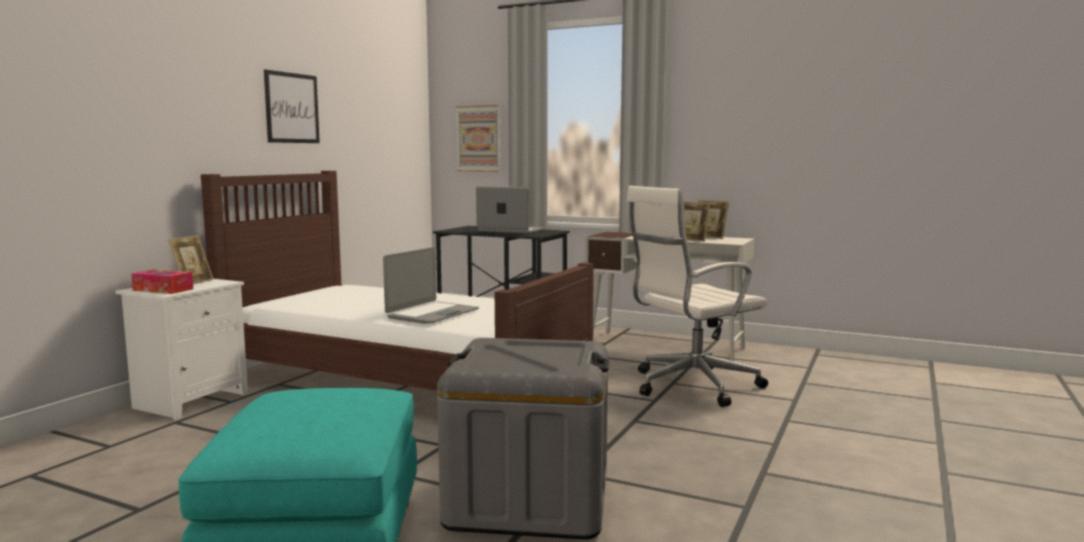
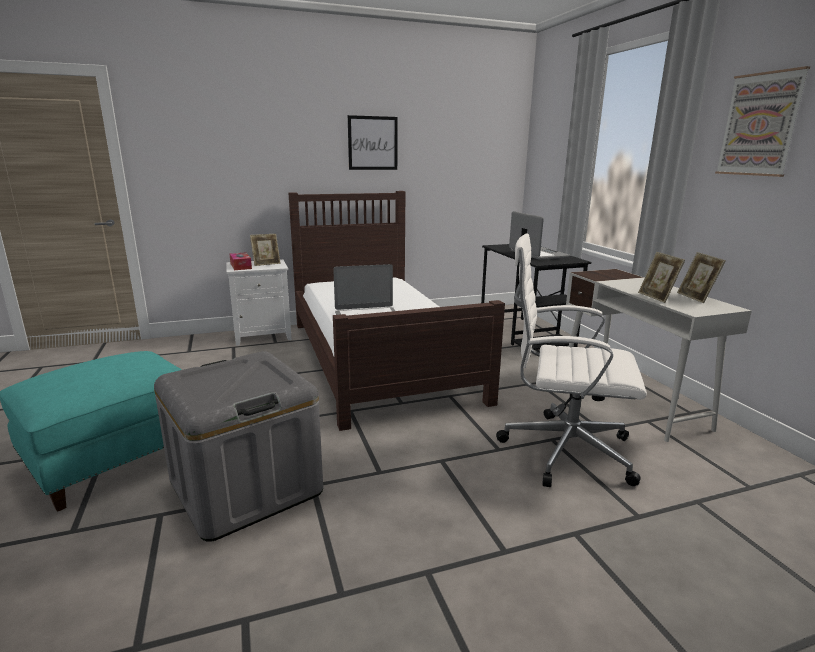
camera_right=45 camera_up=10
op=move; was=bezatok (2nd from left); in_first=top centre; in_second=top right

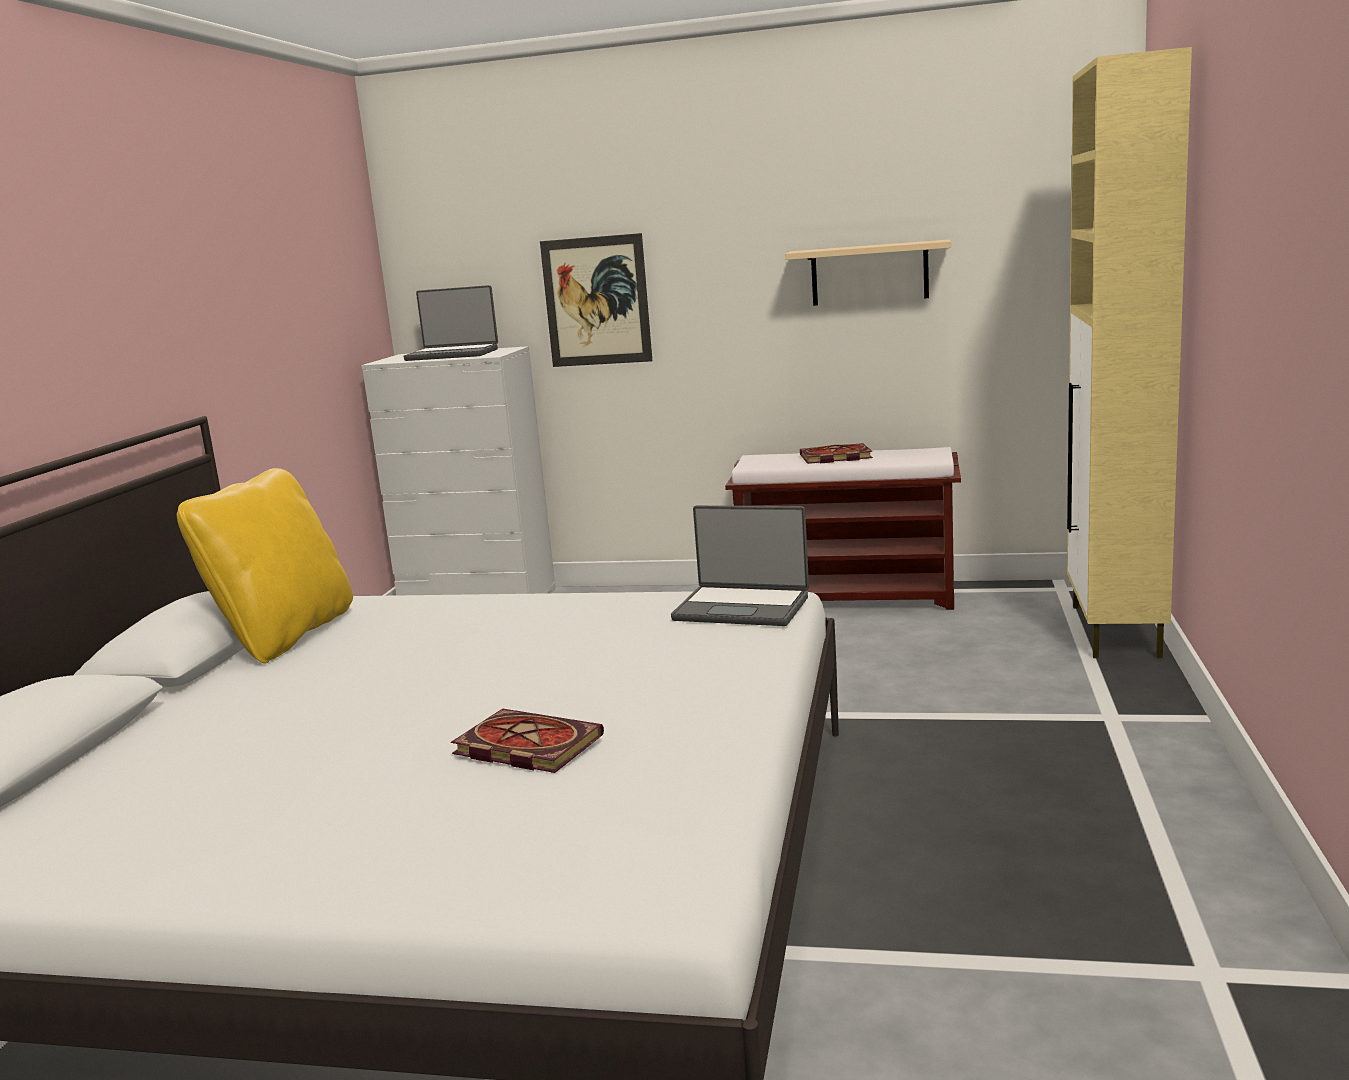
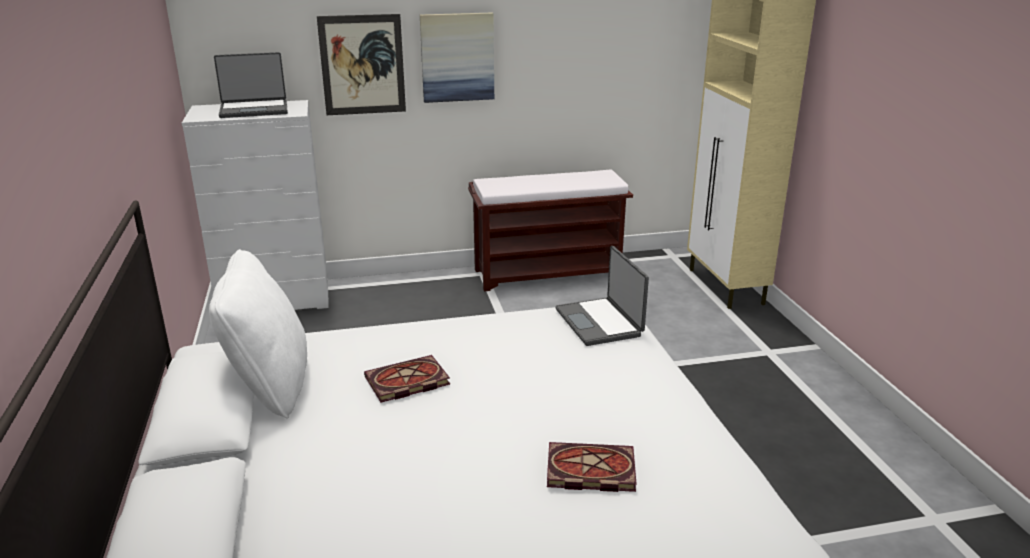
camera_right=-25 camera_up=10
op=recolor; was=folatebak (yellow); now=folatebak (white); in_first=middle left; in_second=middle left
op=rotate; was=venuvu (2nd from left); in_first=centre; in_second=centre; clockwise=75
op=delete; was=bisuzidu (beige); in_first=top centre
op=move; was=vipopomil (2nd from left in the first image); now=vipopomil (1st from left); in_first=centre; in_second=bottom centre
op=insert; now=bezatok (2nd from left); in_second=top centre

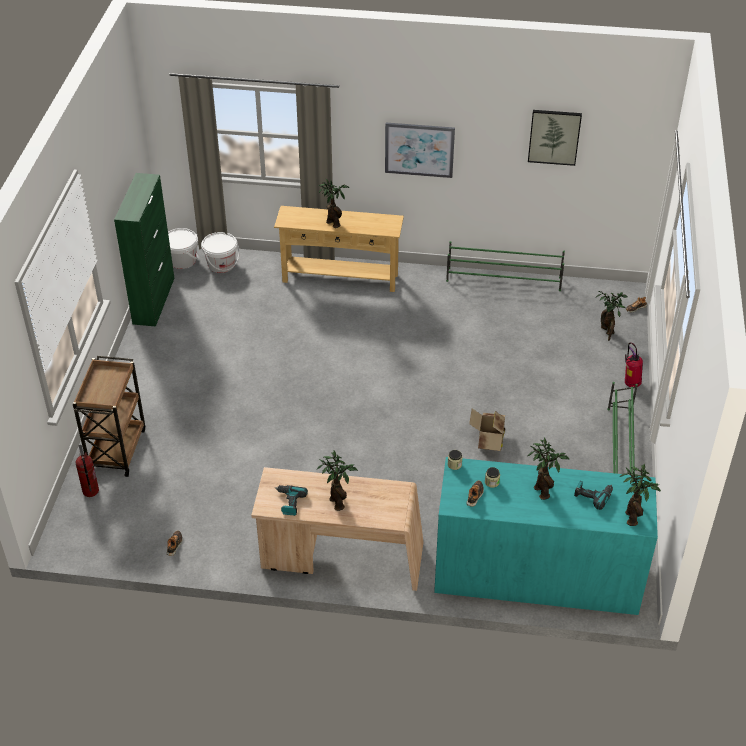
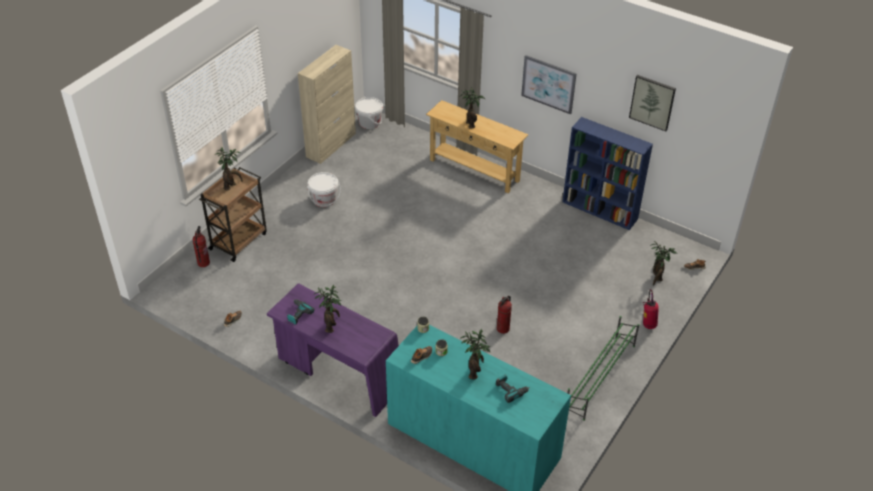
camera_right=25 camera_up=0
op=recolor; was=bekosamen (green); now=bekosamen (beige); in_first=middle left; in_second=top centre
op=move; was=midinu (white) (2nd from left in the first image); now=midinu (white) (1st from left); in_first=middle left; in_second=centre
op=recolor; was=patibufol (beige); now=patibufol (purple); in_first=bottom centre; in_second=bottom centre
op=replace; was=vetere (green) (1st from left); now=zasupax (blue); in_first=middle right; in_second=middle right
op=replace; was=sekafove; now=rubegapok (2nd from left); in_first=centre; in_second=centre
op=move; was=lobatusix (5th from left in the first image); now=lobatusix (1st from left); in_first=middle right; in_second=middle left

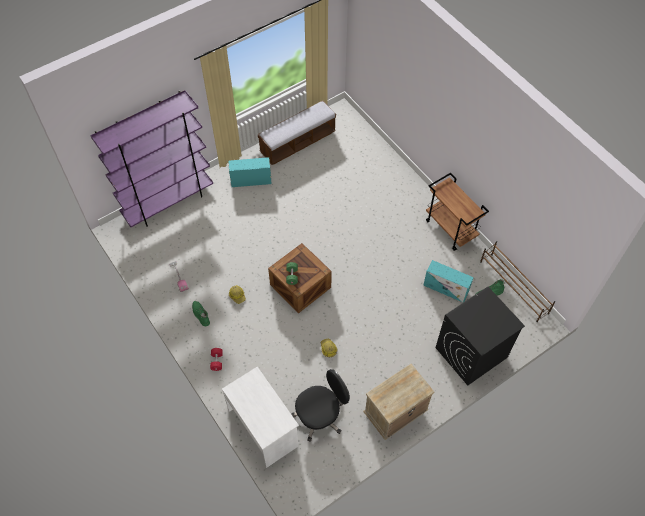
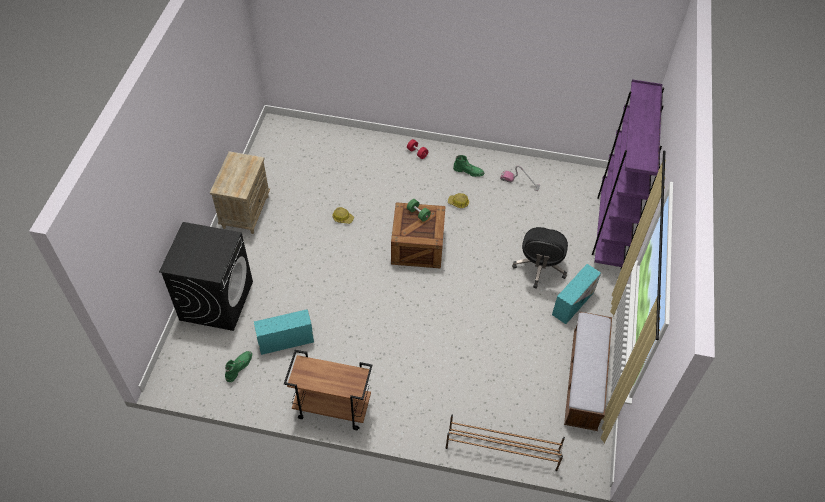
camera_right=135 camera_up=-5
op=delete; was=patibufol (white); in_first=bottom centre
op=move; was=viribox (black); in_first=bottom centre; in_second=centre
op=move; was=vetere (brown); in_first=middle right; in_second=bottom centre

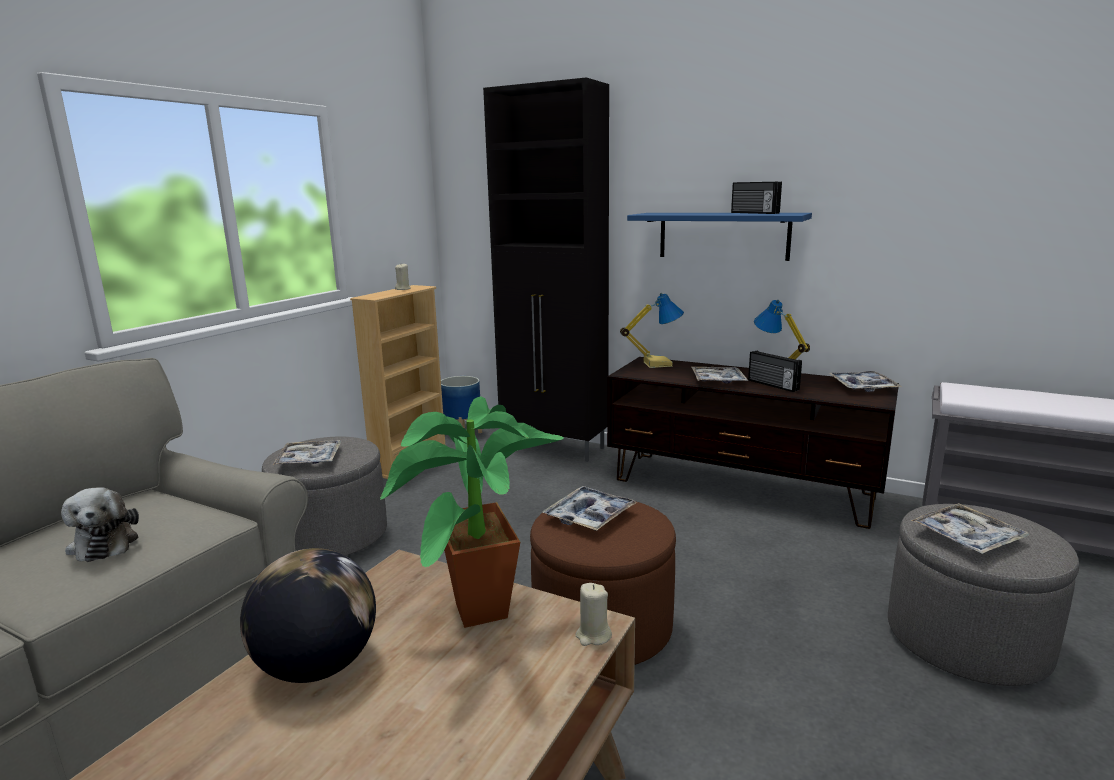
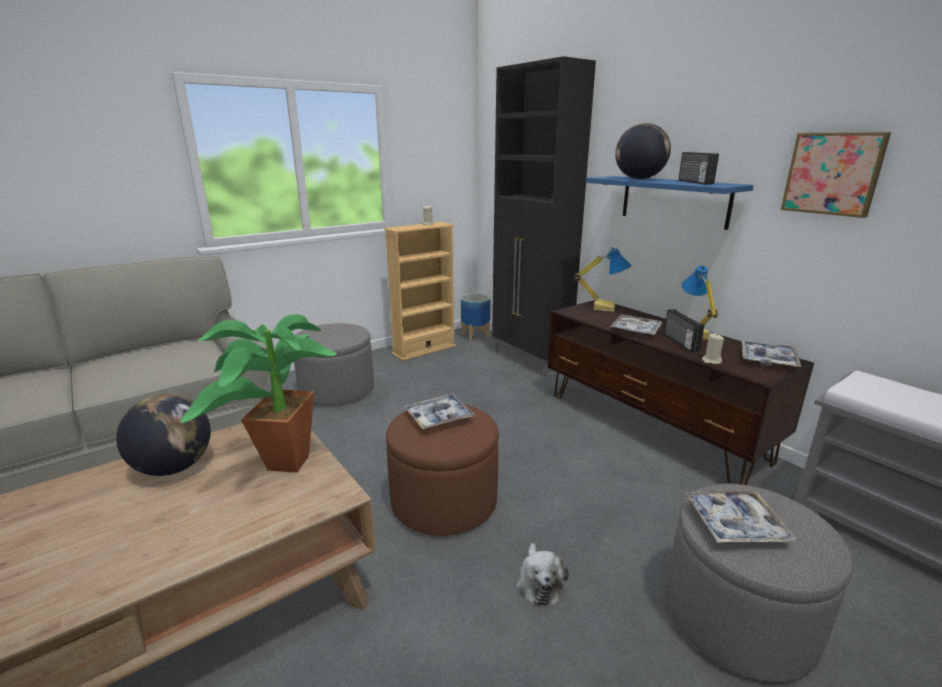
camera_right=25 camera_up=5
op=move; was=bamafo; in_first=bottom left; in_second=bottom centre
op=delete; was=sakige (1st from left); in_first=middle left
op=move; was=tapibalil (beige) (2nd from left); in_first=bottom centre; in_second=middle right
op=insert; now=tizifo (2nd from left); in_second=top right
op=insert; now=bezatok; in_second=top right

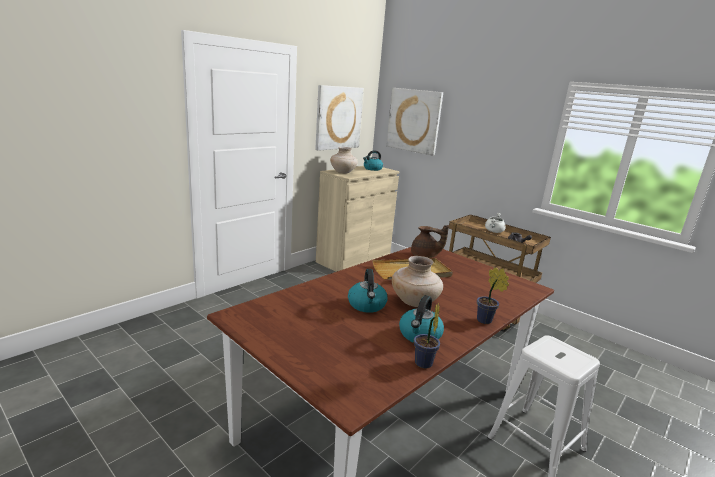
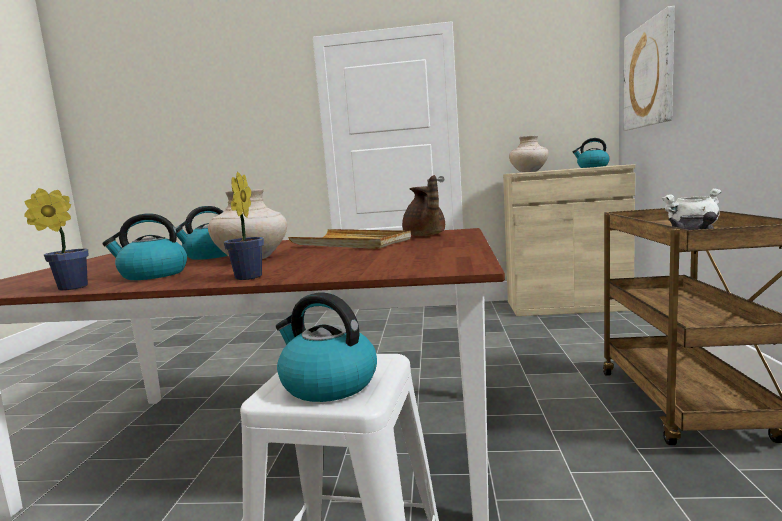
camera_right=55 camera_up=-10
op=delete; was=bezatok (1st from left); in_first=top centre
op=insert; now=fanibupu (3rd from left); in_second=centre

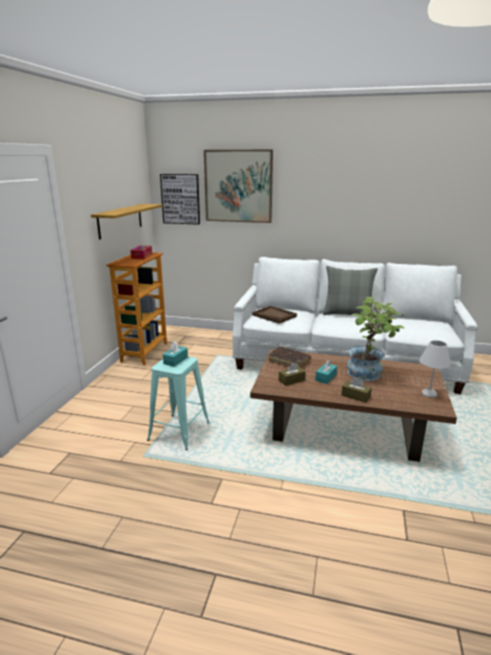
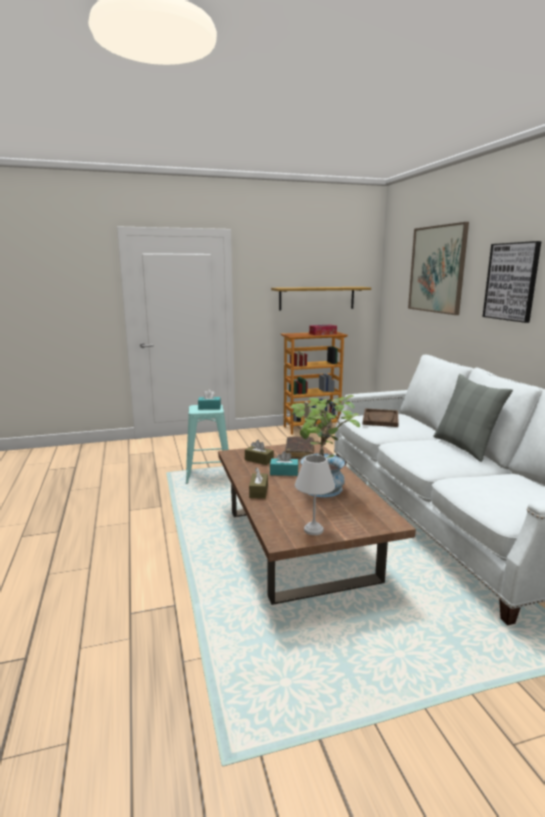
camera_right=60 camera_up=-5
op=move; was=bezatok (1st from left in the first image); now=bezatok (2nd from left); in_first=top centre; in_second=middle right

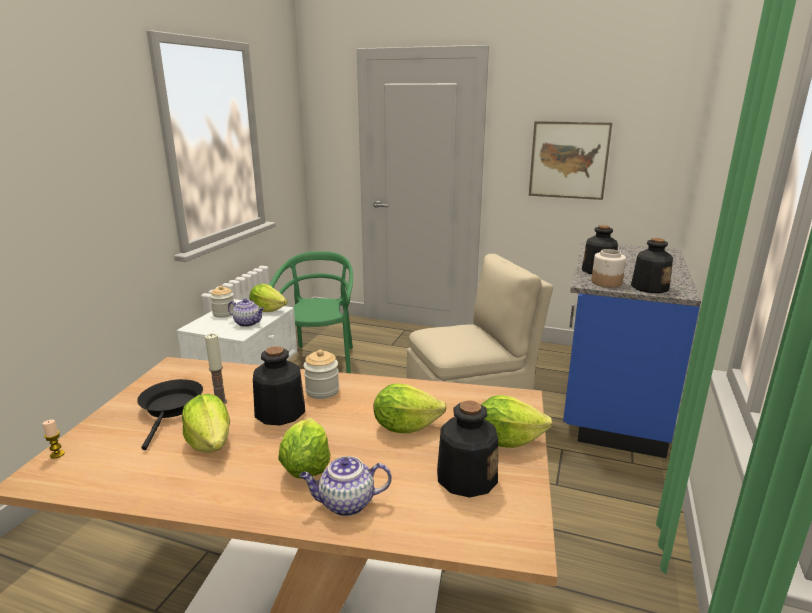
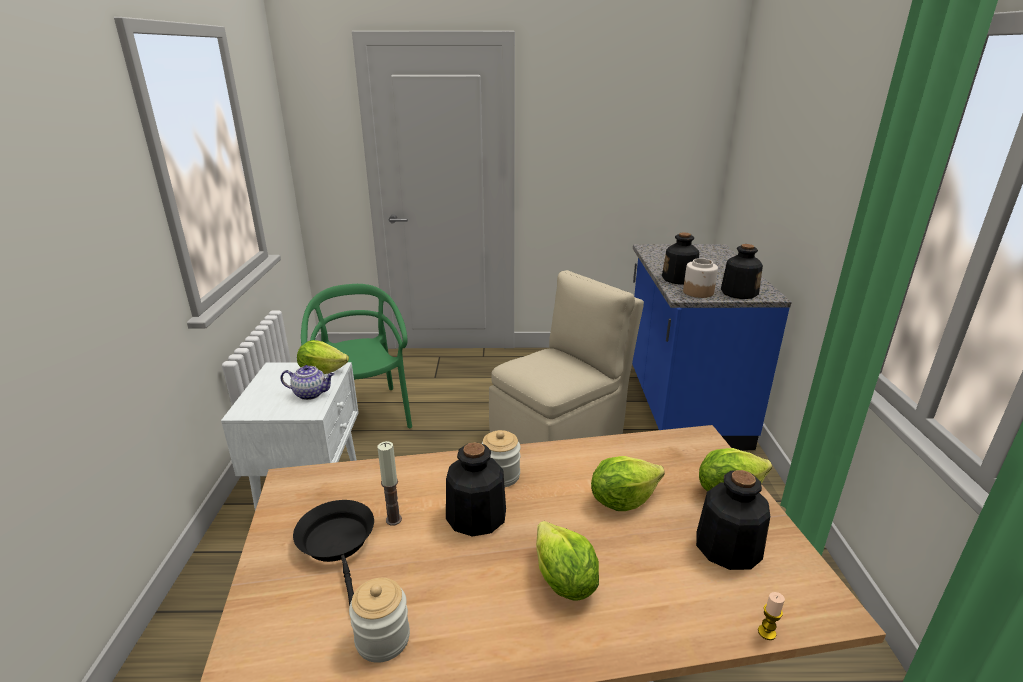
camera_right=-20 camera_up=5
op=move; was=tapibalil (1st from left in the first image); now=tapibalil (2nd from left); in_first=bottom left; in_second=bottom right
op=delete; was=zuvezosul (1st from left); in_first=bottom left
op=move; was=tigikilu (1st from left); in_first=middle left; in_second=bottom centre
op=delete; was=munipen (2nd from left); in_first=bottom centre
op=delete; was=bezatok; in_first=top right

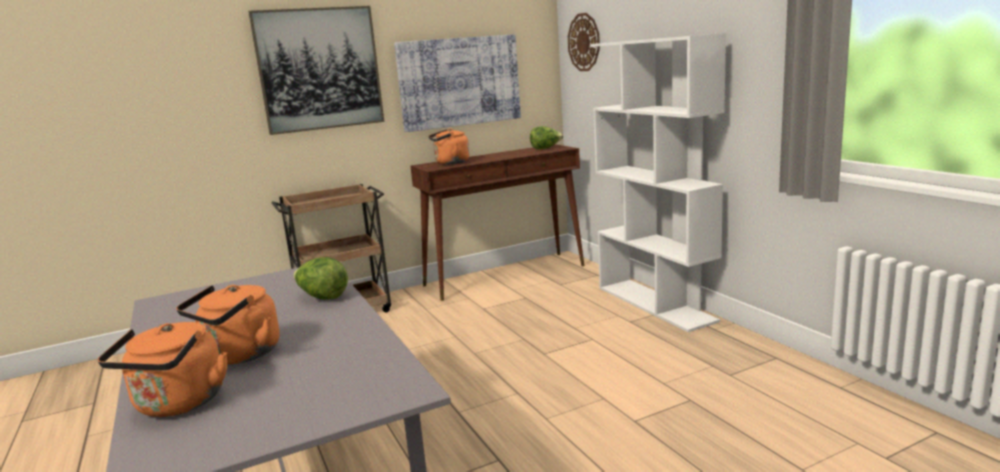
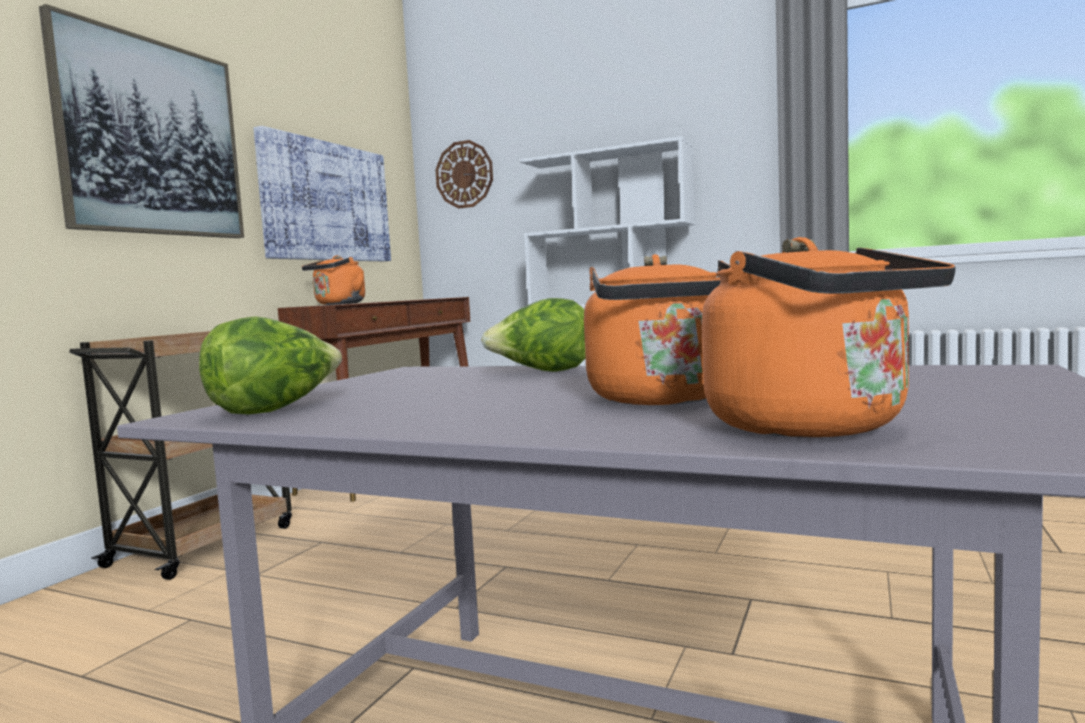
camera_right=-40 camera_up=-10
op=move; was=zuvezosul (2nd from left in the first image); now=zuvezosul (1st from left); in_first=top centre; in_second=middle left

